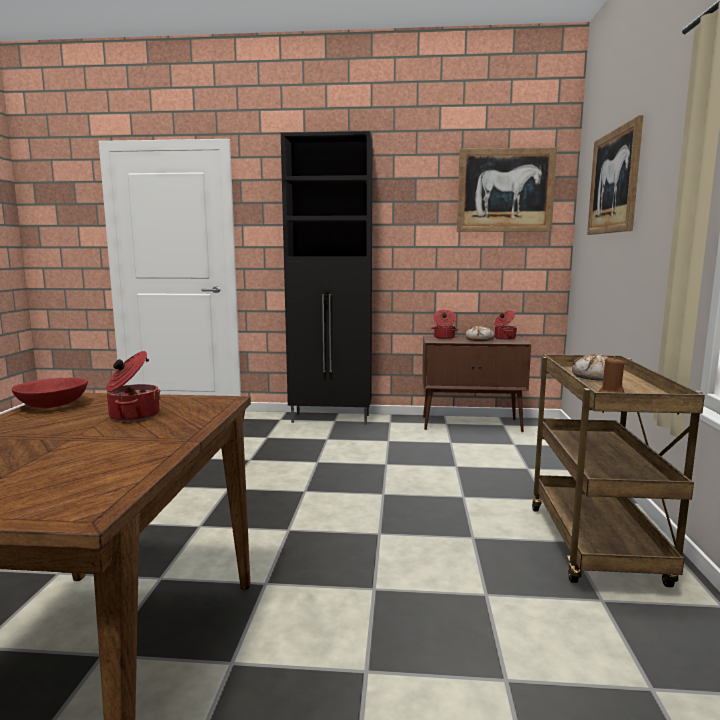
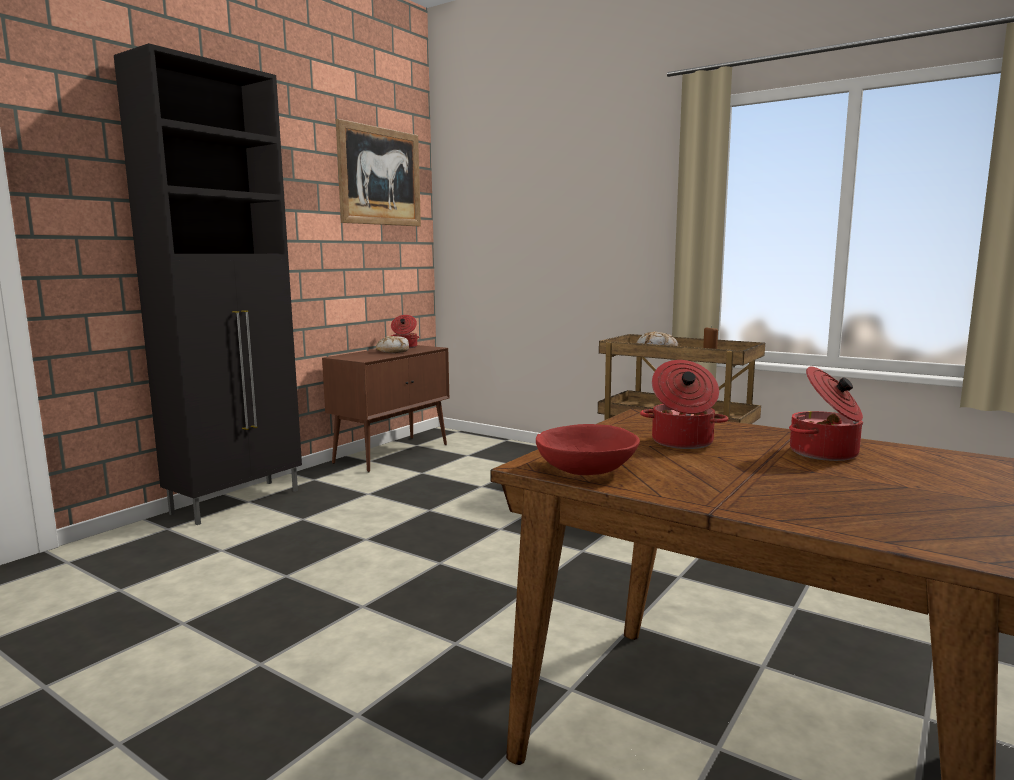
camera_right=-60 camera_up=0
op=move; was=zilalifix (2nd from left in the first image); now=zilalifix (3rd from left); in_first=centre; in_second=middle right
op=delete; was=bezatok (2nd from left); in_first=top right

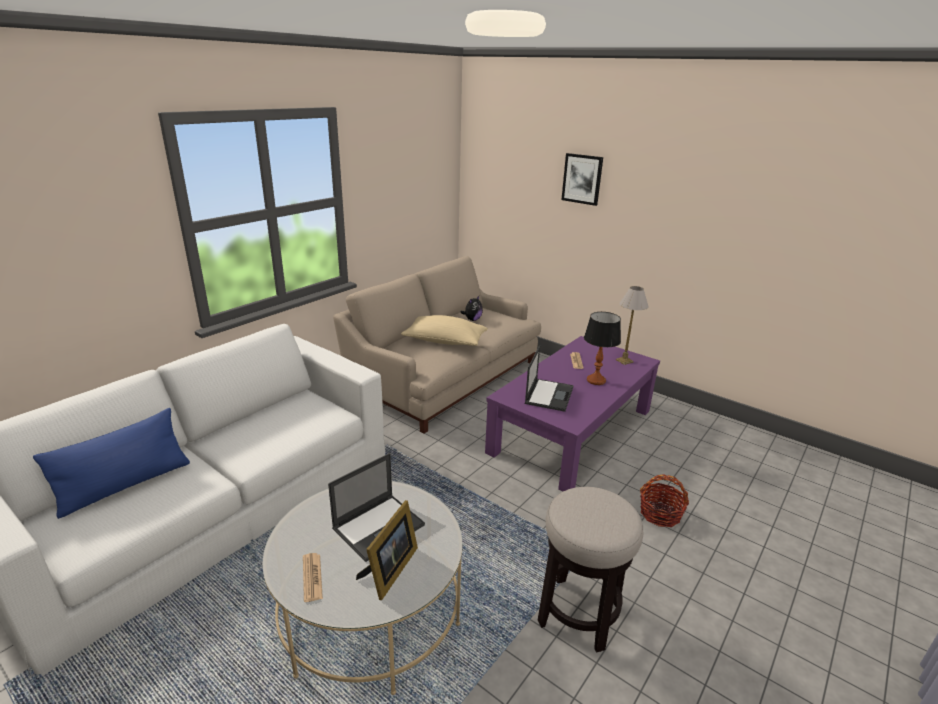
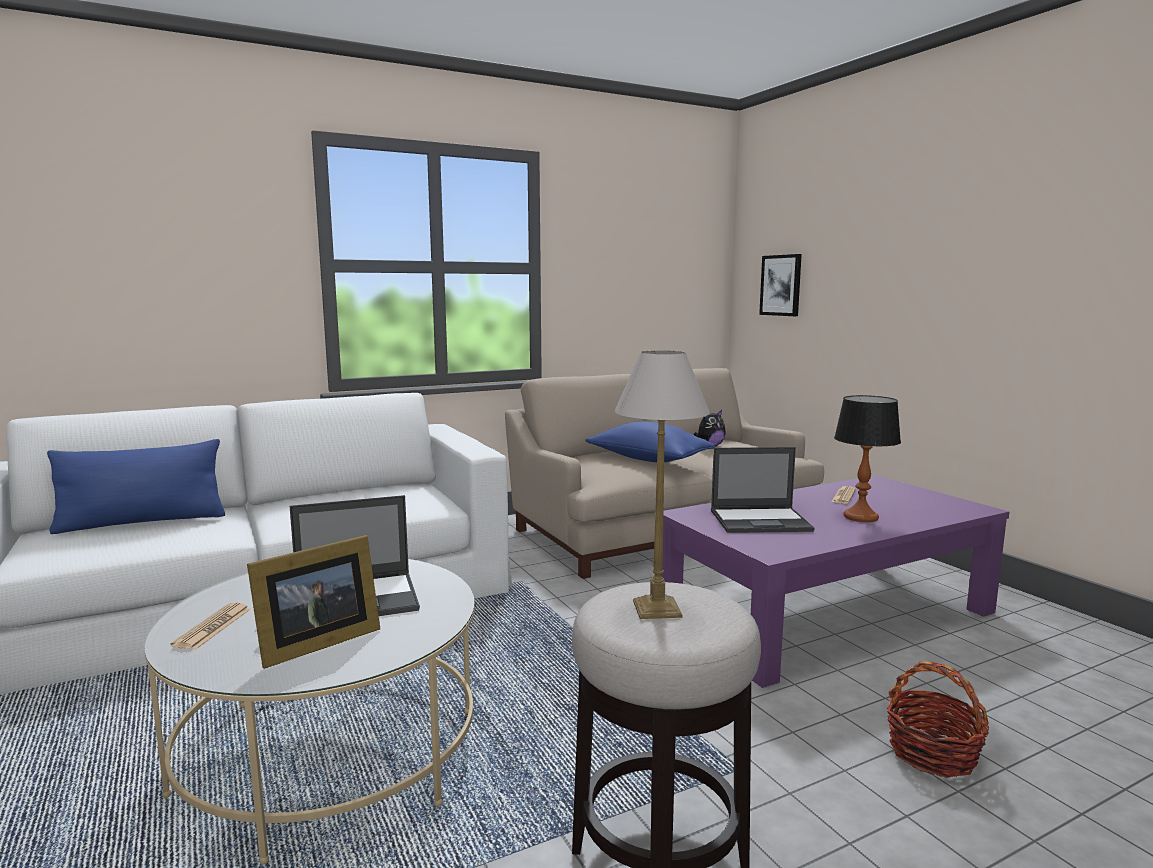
camera_right=25 camera_up=-15
op=recolor; was=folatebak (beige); now=folatebak (blue) (2nd from left); in_first=centre; in_second=centre
op=rotate; was=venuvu (2nd from left); in_first=centre; in_second=centre; clockwise=45
op=move; was=bezatok; in_first=top centre; in_second=top right
op=move; was=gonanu (2nd from left in the first image); now=gonanu (1st from left); in_first=middle right; in_second=centre

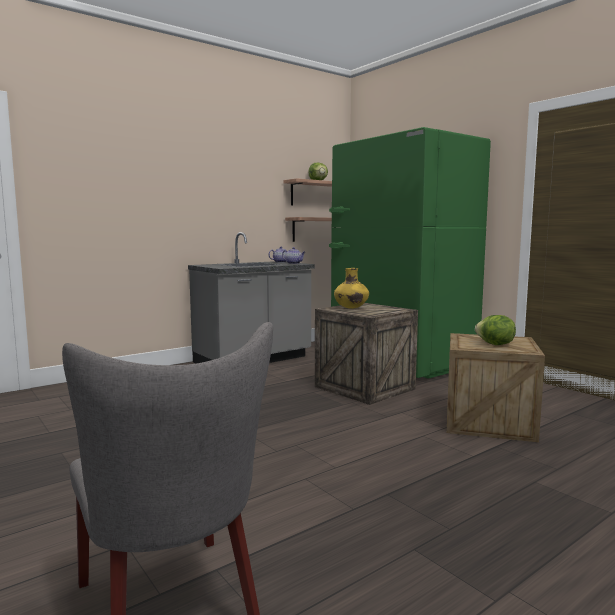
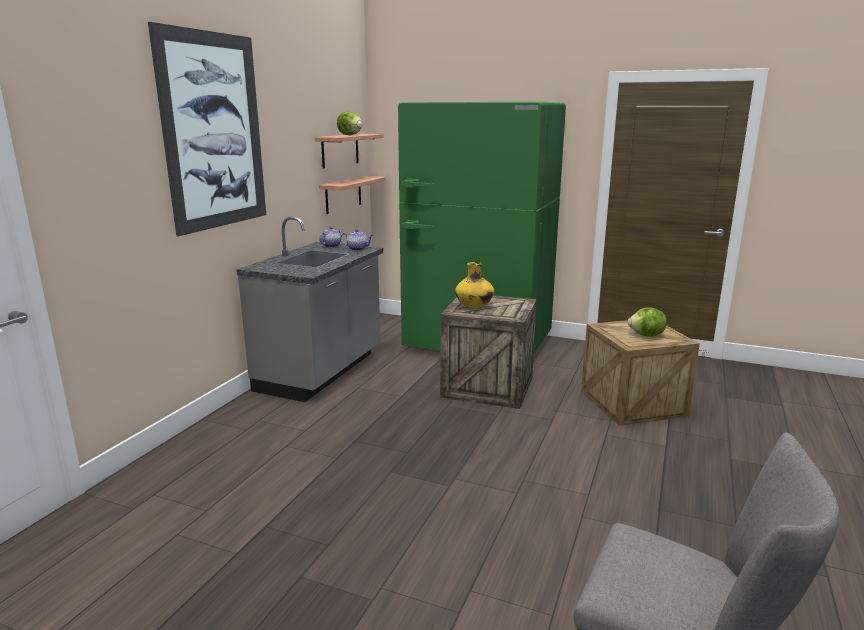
camera_right=-30 camera_up=10
op=insert; now=bezatok; in_second=top left

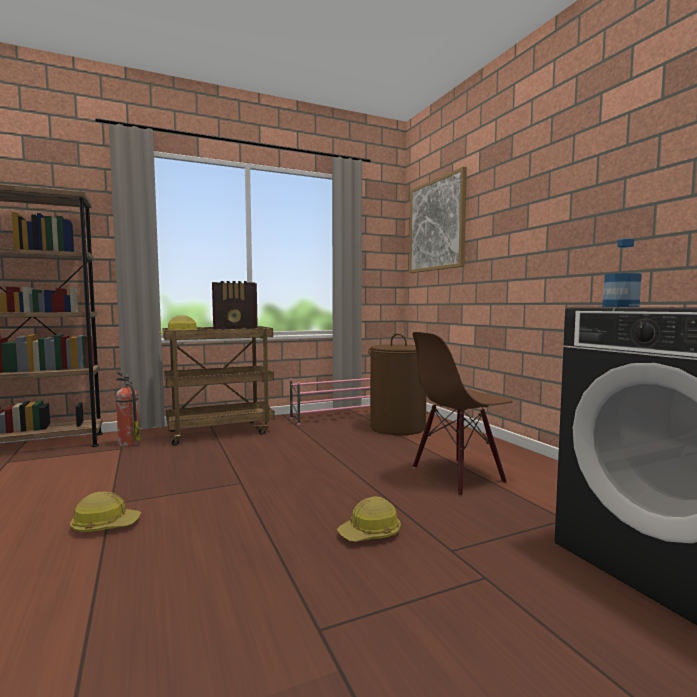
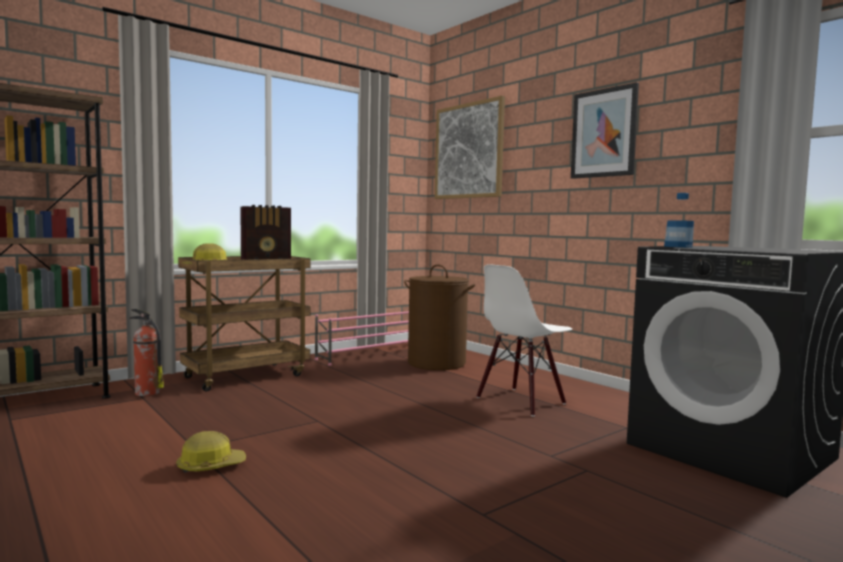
camera_right=-15 camera_up=0
op=delete; was=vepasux (3rd from left); in_first=bottom centre
op=recolor; was=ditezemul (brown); now=ditezemul (white); in_first=centre; in_second=centre
op=insert; now=bezatok (2nd from left); in_second=top right

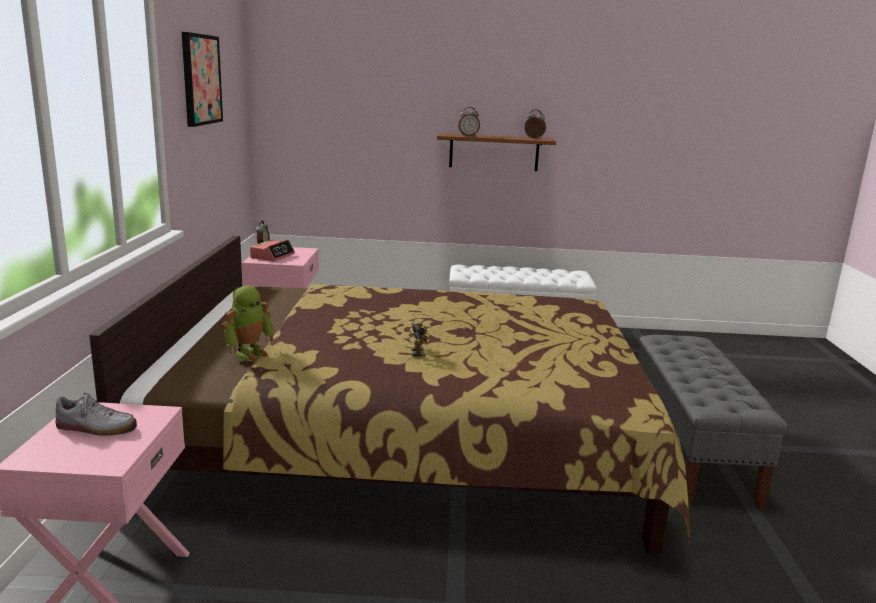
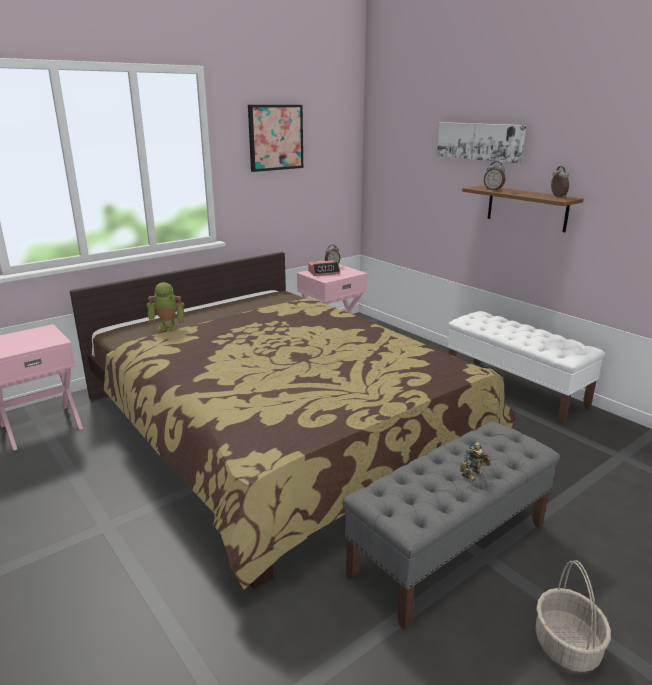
camera_right=50 camera_up=5
op=delete; was=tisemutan; in_first=bottom left
op=move; was=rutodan (2nd from left); in_first=centre; in_second=bottom right
op=insert; now=bezatok (2nd from left); in_second=top right
op=insert; now=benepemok; in_second=bottom right

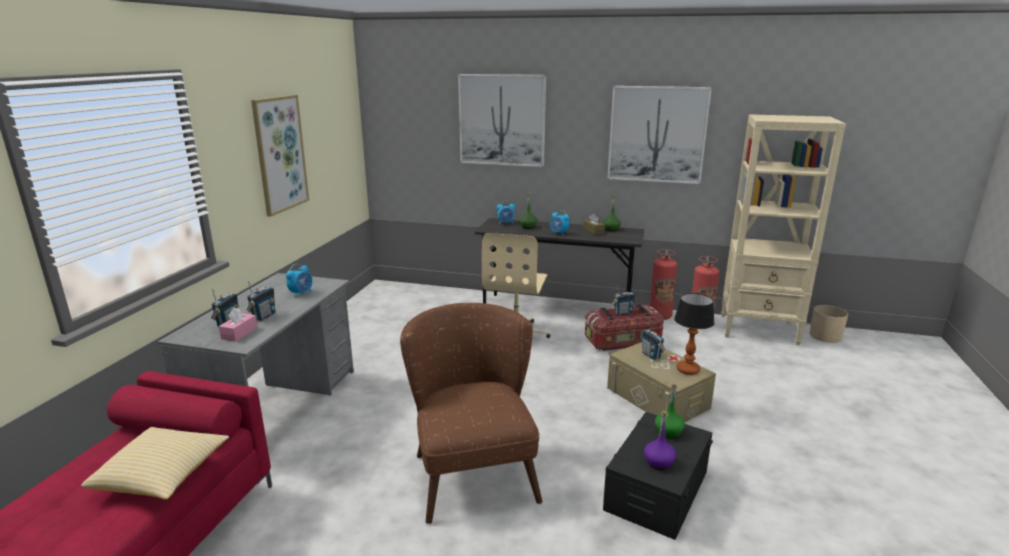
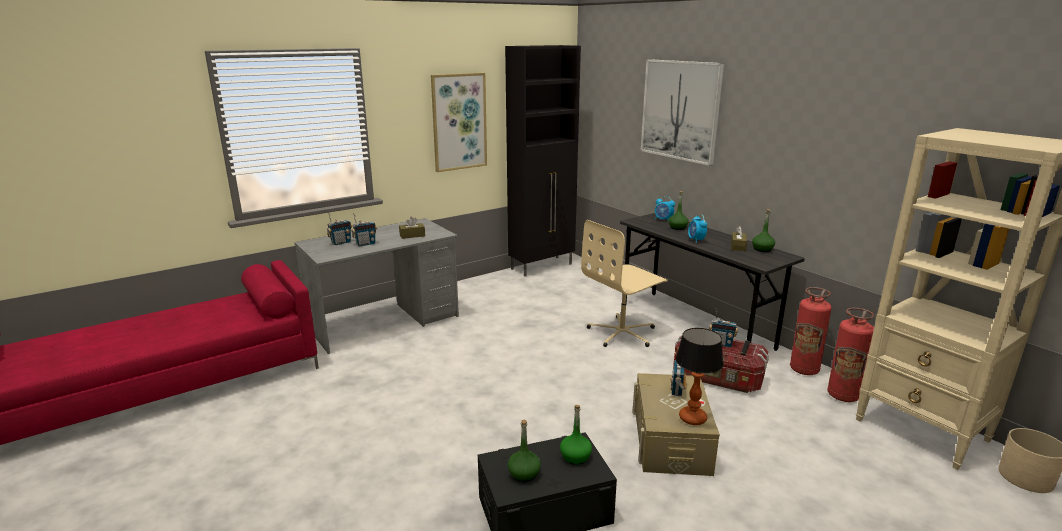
camera_right=40 camera_up=0
op=delete; was=folatebak; in_first=bottom left
op=delete; was=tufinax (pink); in_first=middle left
op=replace; was=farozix (1st from left); now=tufinax (brown) (1st from left); in_first=middle left; in_second=centre
op=delete; was=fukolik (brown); in_first=bottom centre
op=delete; was=bezatok (3rd from left); in_first=top centre
op=recolor; was=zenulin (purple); now=zenulin (green) (1st from left); in_first=bottom centre; in_second=bottom centre
op=insert; now=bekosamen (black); in_second=top centre

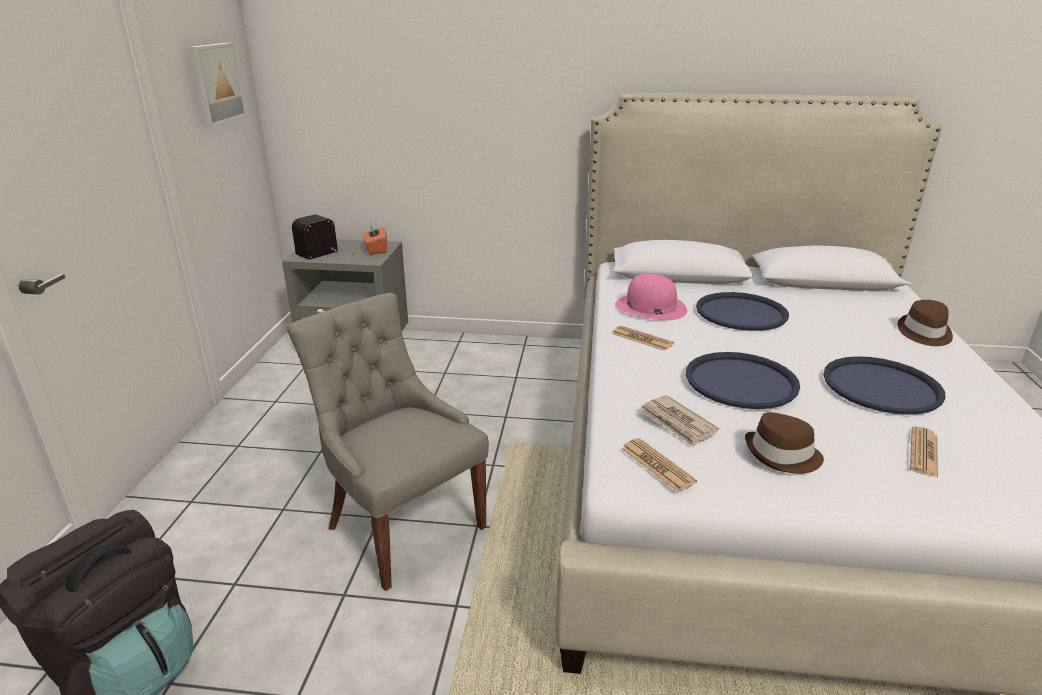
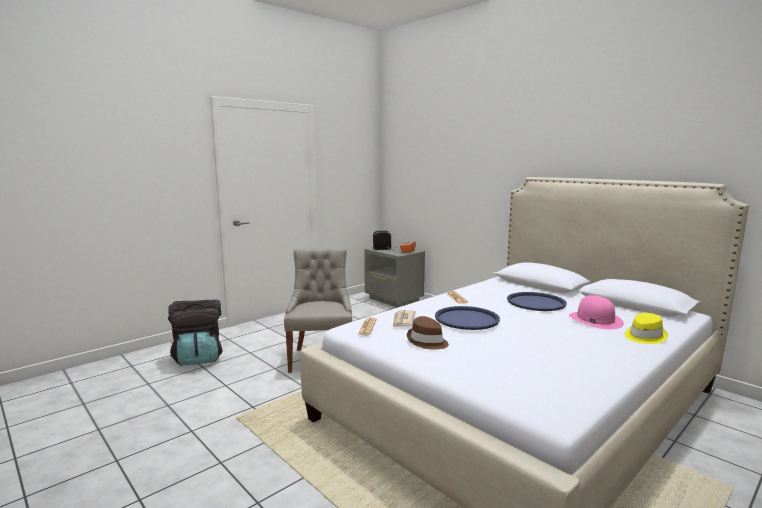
camera_right=40 camera_up=-15
op=delete; was=bezatok; in_first=top left
op=move; was=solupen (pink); in_first=centre; in_second=middle right
op=delete; was=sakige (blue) (3rd from left); in_first=middle right
op=recolor; was=solupen (brown) (2nd from left); now=solupen (yellow); in_first=middle right; in_second=middle right
op=delete; was=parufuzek (4th from left); in_first=middle right

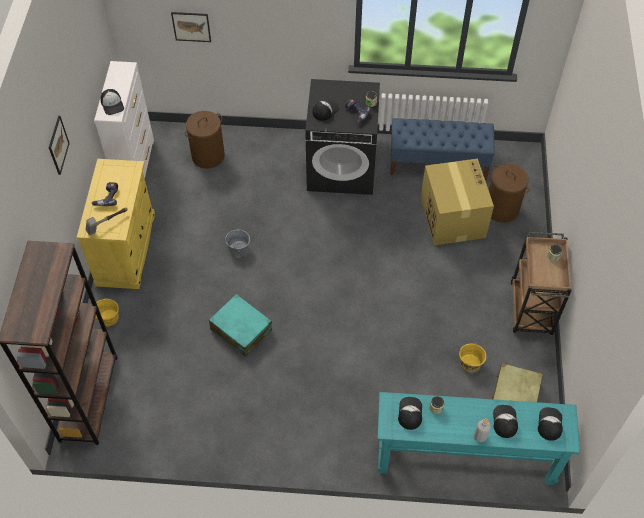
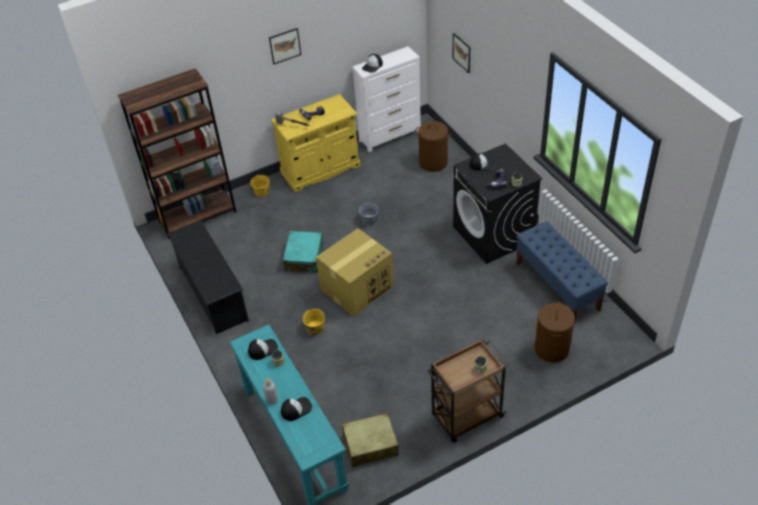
camera_right=60 camera_up=-10
op=move; was=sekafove; in_first=middle right; in_second=centre
op=move; was=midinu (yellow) (2nd from left); in_first=bottom right; in_second=centre
op=delete; was=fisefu (5th from left); in_first=bottom right
op=insert; now=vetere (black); in_second=middle left

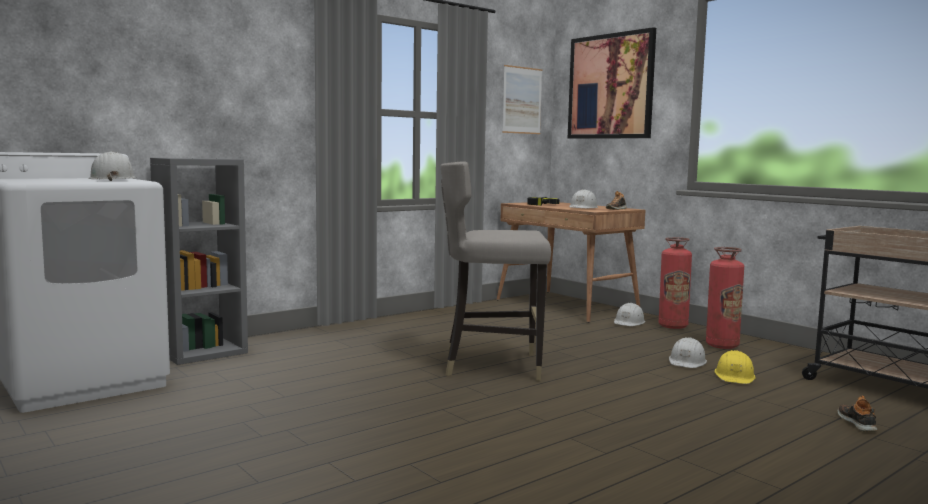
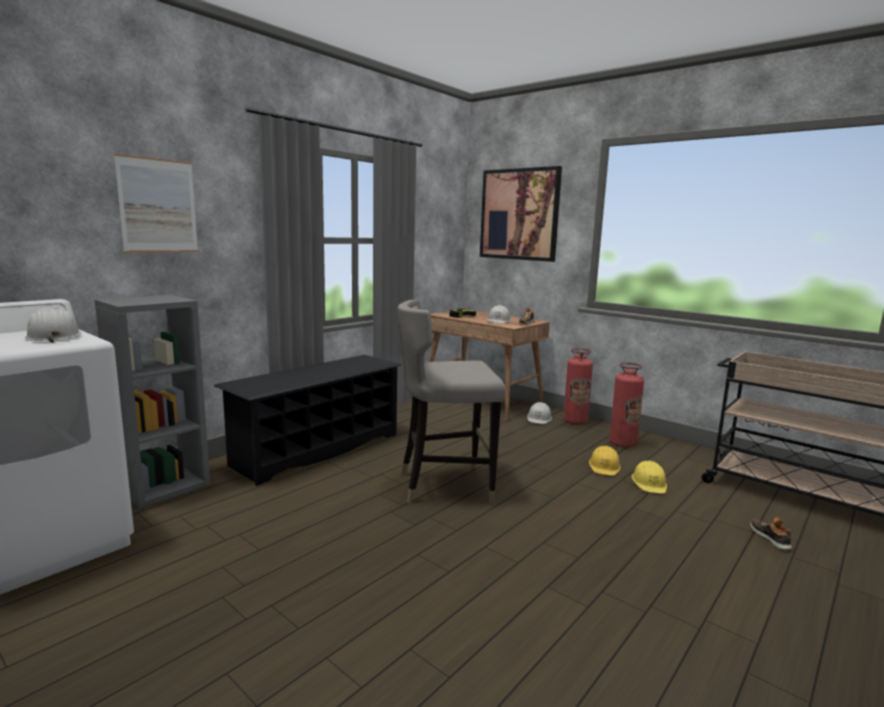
camera_right=-10 camera_up=5
op=move; was=bezatok (1st from left); in_first=top centre; in_second=top left
op=recolor; was=vepasux (white) (4th from left); now=vepasux (yellow) (1st from left); in_first=bottom right; in_second=middle right
op=insert; now=vetere (black); in_second=centre

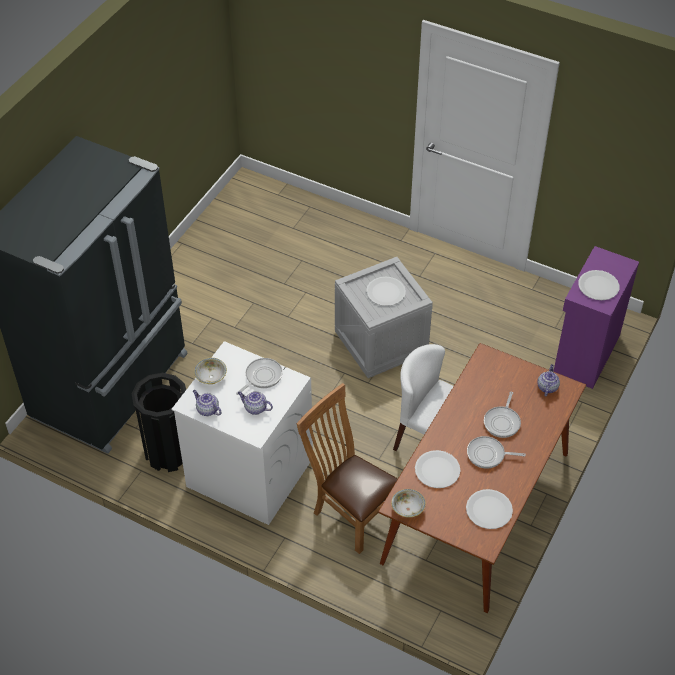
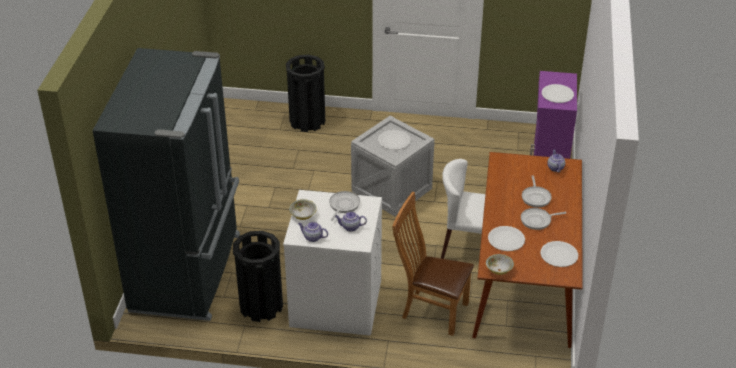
camera_right=-20 camera_up=-10
op=insert; now=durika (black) (2nd from left); in_second=top centre

